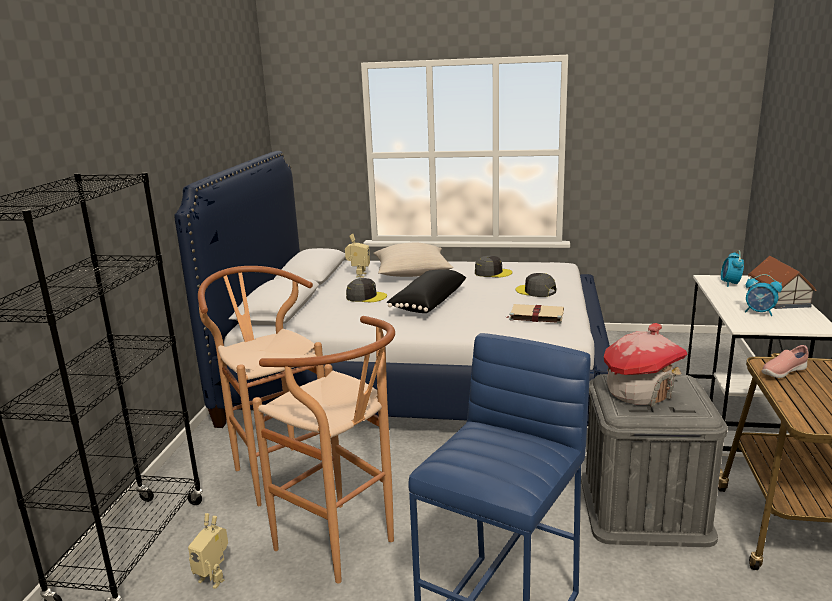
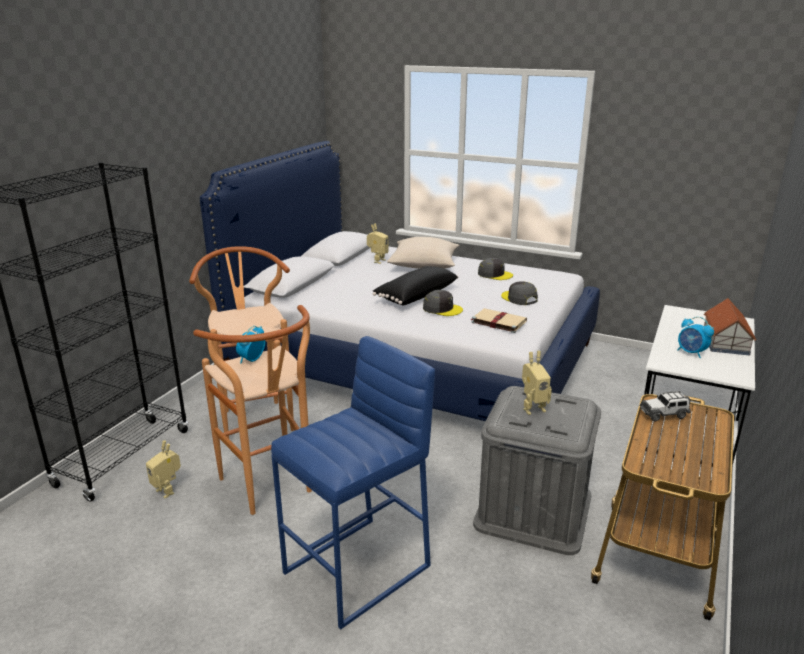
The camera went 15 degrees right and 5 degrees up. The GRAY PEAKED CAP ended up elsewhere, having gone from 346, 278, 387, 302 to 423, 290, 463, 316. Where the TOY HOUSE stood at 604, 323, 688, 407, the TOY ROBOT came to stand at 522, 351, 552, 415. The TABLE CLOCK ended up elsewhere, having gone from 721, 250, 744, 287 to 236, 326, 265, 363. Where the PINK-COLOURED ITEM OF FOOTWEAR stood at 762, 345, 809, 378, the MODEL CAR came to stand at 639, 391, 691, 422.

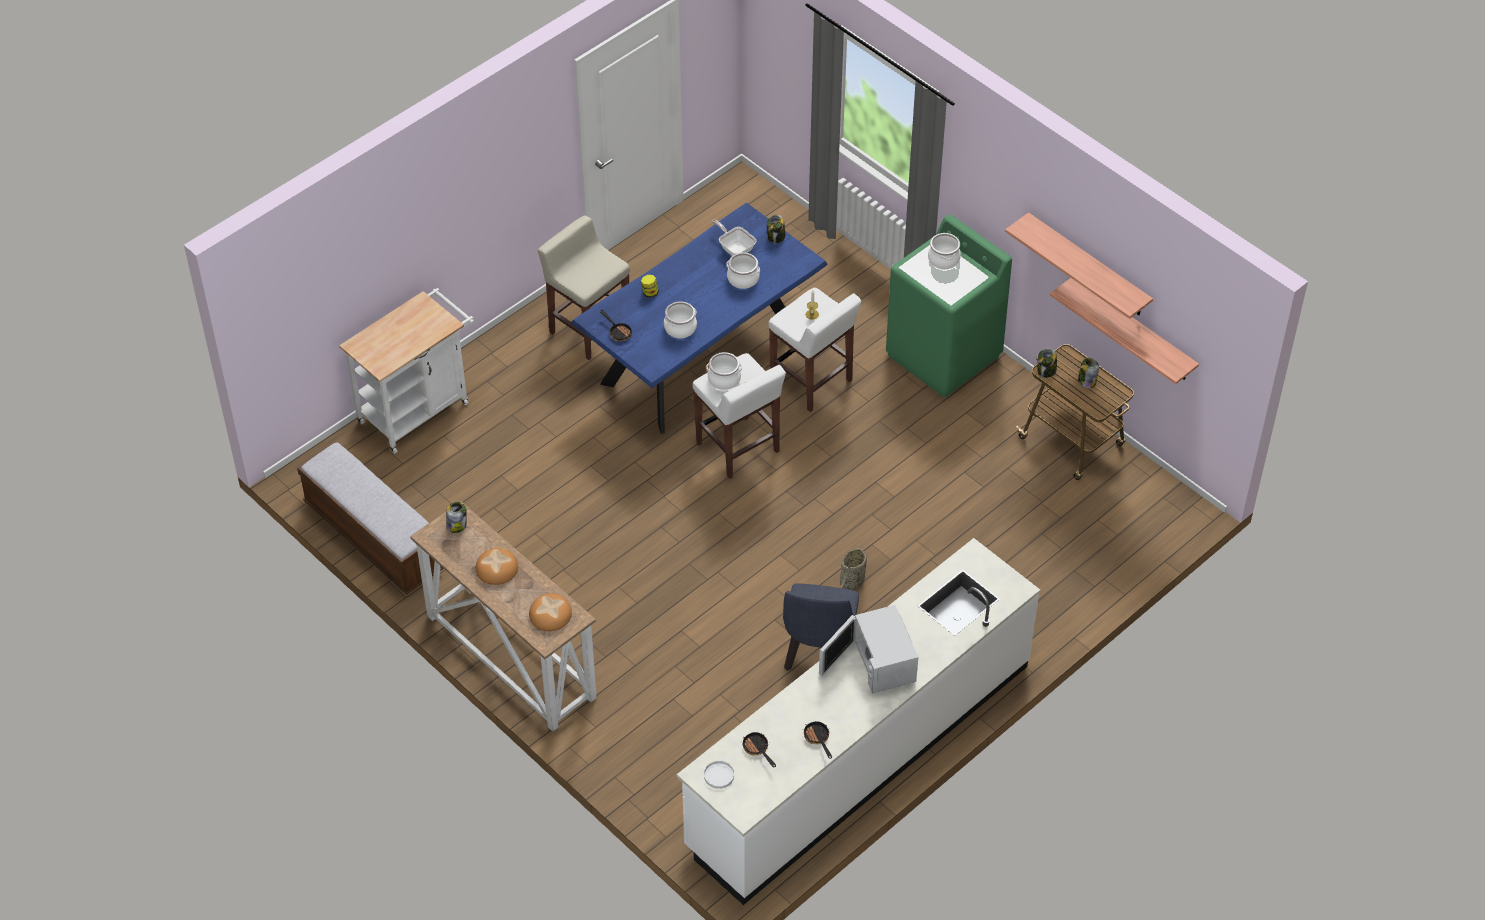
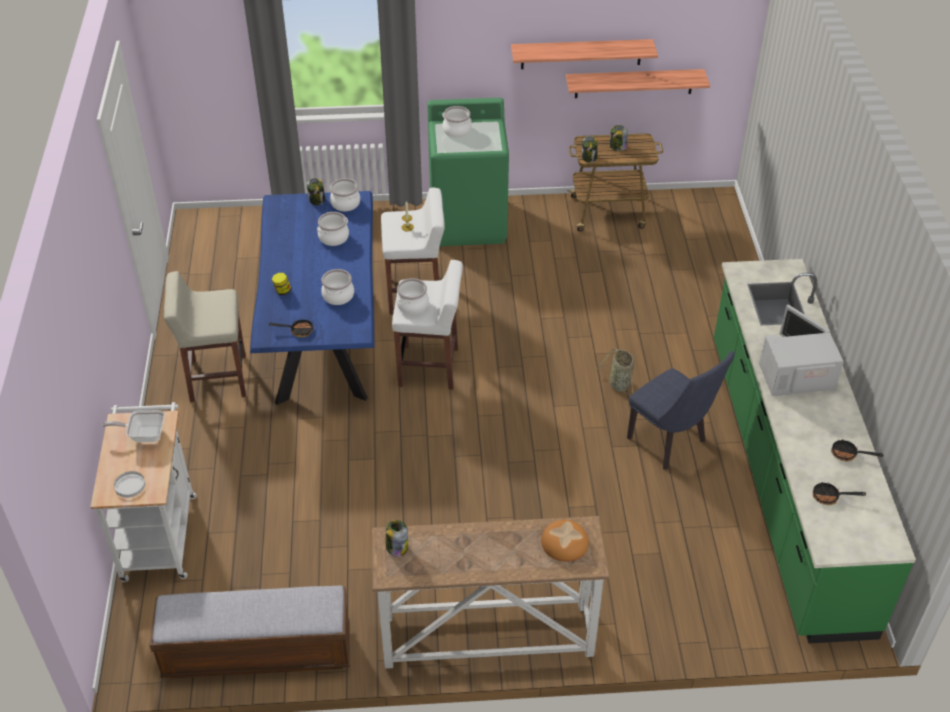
The camera went 50 degrees left and 5 degrees down. The second view lost the BAKED BREAD at 476, 548, 518, 585. What was the WHITISH COUNTER at 677, 538, 1040, 905 turned into the GREEN-COLOURED COUNTER at 714, 259, 916, 644. The WHITISH DINNER PLATE ended up elsewhere, having gone from 704, 761, 734, 789 to 114, 471, 145, 498. The FRYING PAN ended up elsewhere, having gone from 712, 220, 756, 256 to 102, 410, 165, 442. The WHITISH MICROWAVE OVEN at 819, 605, 918, 693 ended up facing another way, 150 degrees clockwise from before. The second view gained the STOCKPOT at 330, 178, 360, 211.

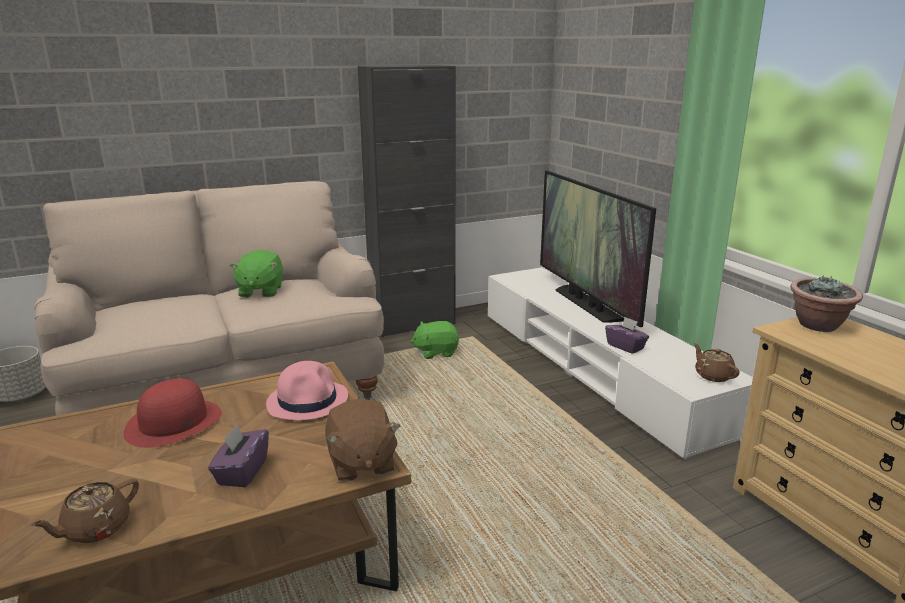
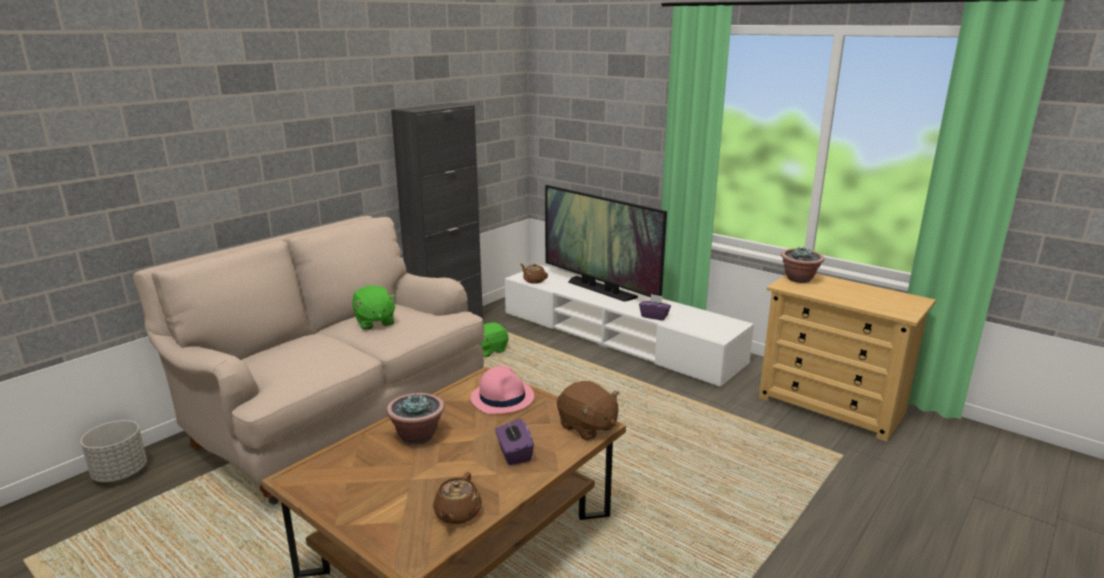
The camera went 25 degrees left and 0 degrees up. Where the REDDISH WEARABLE HAT stood at 123, 378, 222, 448, the HOUSEPLANT came to stand at 386, 393, 444, 444. The BROWN-COLOURED TEAPOT ended up elsewhere, having gone from 694, 343, 740, 382 to 521, 264, 548, 284.

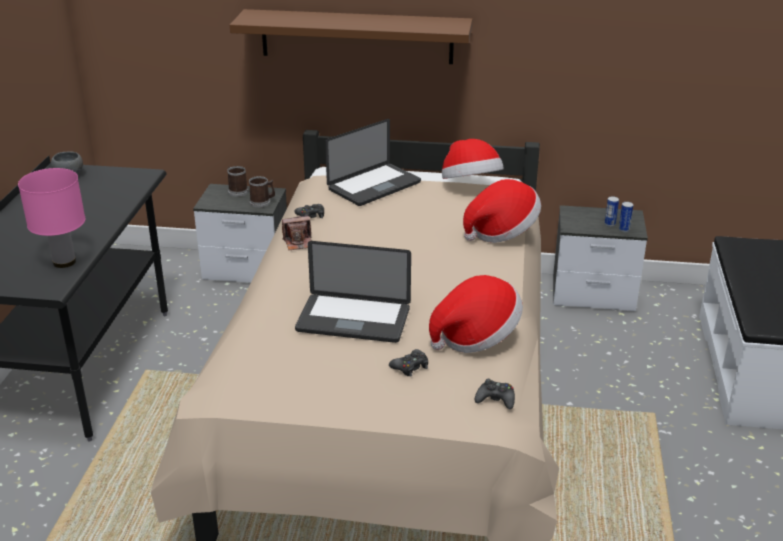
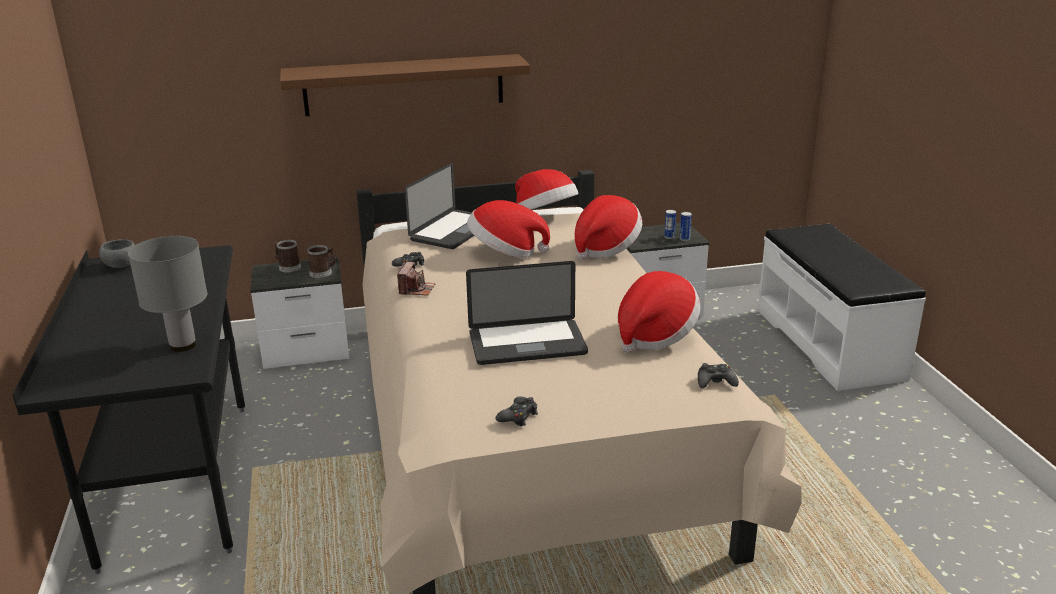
The camera went 20 degrees left and 5 degrees down. What was the PINK-COLOURED TABLE LAMP at 18, 168, 85, 268 turned into the GRAY TABLE LAMP at 128, 236, 207, 352. The STILL CAMERA at 282, 215, 312, 250 ended up facing another way, 45 degrees counterclockwise from before. The BLACK-COLOURED JOYPAD ended up elsewhere, having gone from 389, 349, 428, 377 to 495, 396, 538, 426. The second view gained the WEARABLE HAT at 467, 200, 550, 258.

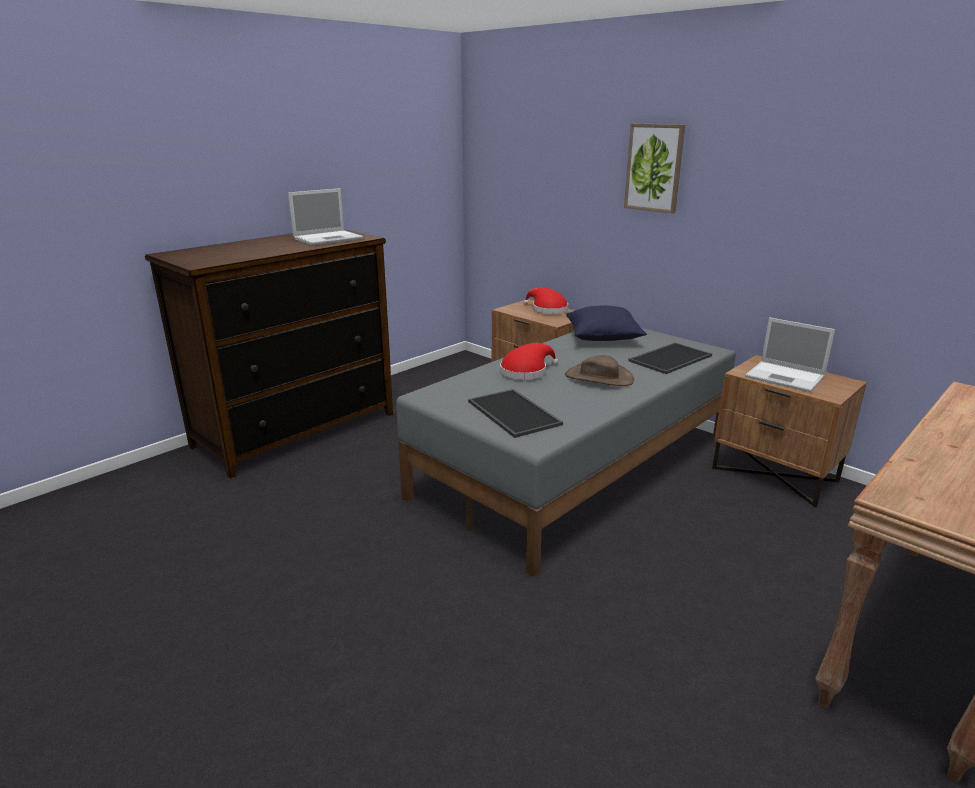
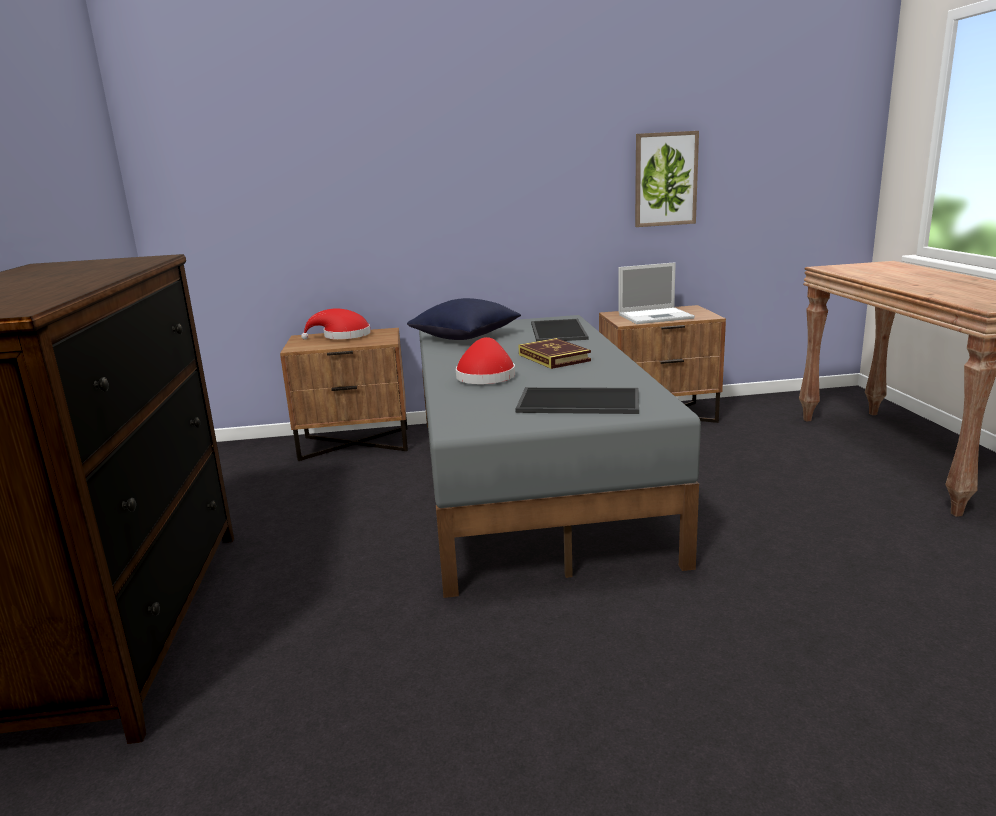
The camera went 50 degrees left and 5 degrees down. The second view lost the NOTEBOOK COMPUTER at 288, 188, 364, 245. Where the BROWN-COLOURED WEARABLE HAT stood at 565, 355, 634, 386, the VOLUME came to stand at 519, 338, 591, 369. The WALL PICTURE ended up elsewhere, having gone from 624, 123, 685, 214 to 635, 131, 699, 227.

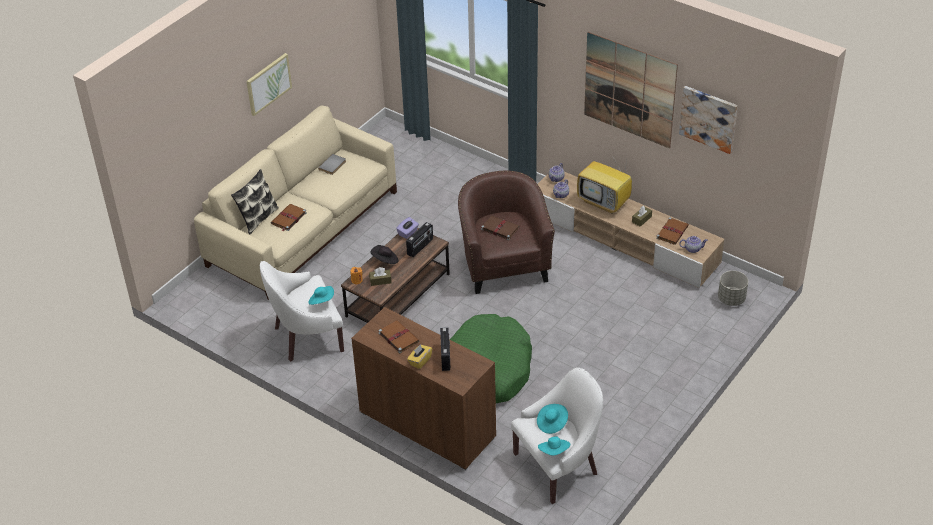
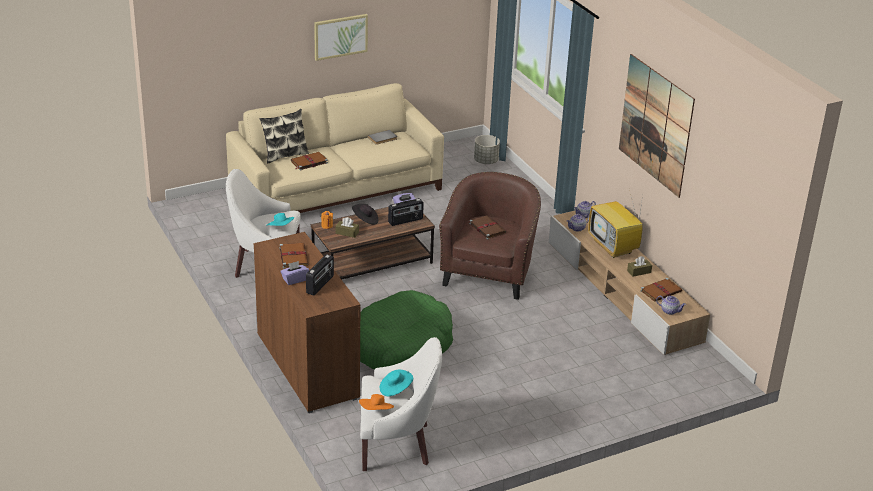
The camera went 25 degrees right and 10 degrees down. What was the YELLOW TISSUE BOX at 407, 344, 432, 369 turned into the PURPLE TISSUE BOX at 280, 261, 309, 285. What was the BLUE-GREEN WEARABLE HAT at 538, 436, 570, 456 turned into the ORANGEY WEARABLE HAT at 359, 394, 394, 410. The second view lost the WALL PICTURE at 679, 86, 738, 154. The GRAY PLANT POT ended up elsewhere, having gone from 718, 271, 748, 306 to 474, 135, 500, 164.

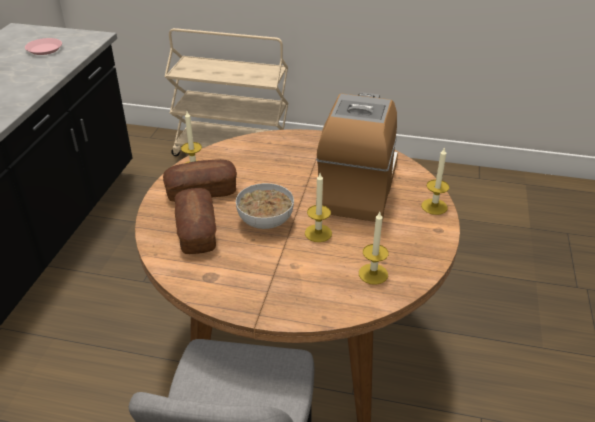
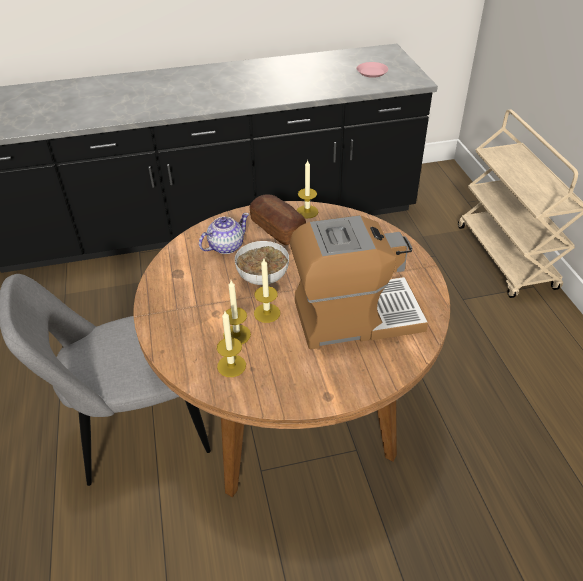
The camera went 65 degrees right and 5 degrees up. Where the BAKED BREAD stood at 175, 188, 217, 254, the TEAPOT came to stand at 199, 213, 249, 254. The WAX LIGHT ended up elsewhere, having gone from 421, 147, 449, 215 to 223, 280, 251, 344.

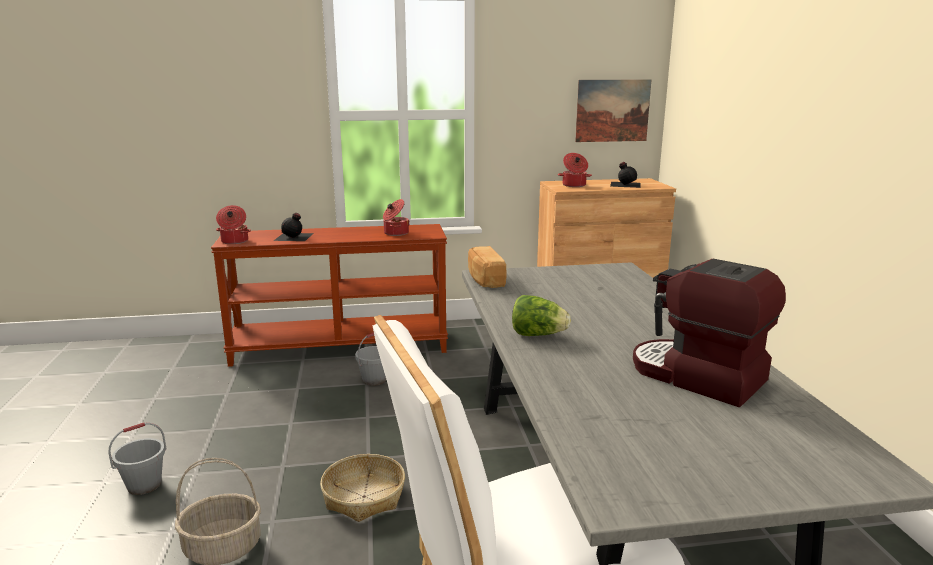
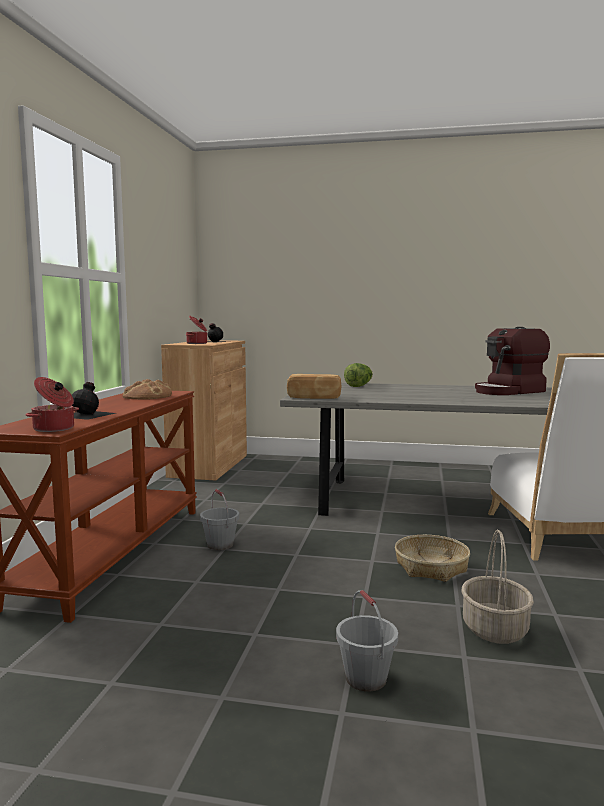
The camera went 70 degrees left and 10 degrees down. Where the STOCKPOT stood at 383, 199, 410, 236, the BAKED BREAD came to stand at 123, 379, 172, 399. The LETTUCE ended up elsewhere, having gone from 512, 295, 571, 336 to 344, 363, 373, 387. The second view lost the WALL PICTURE at 575, 80, 651, 142.

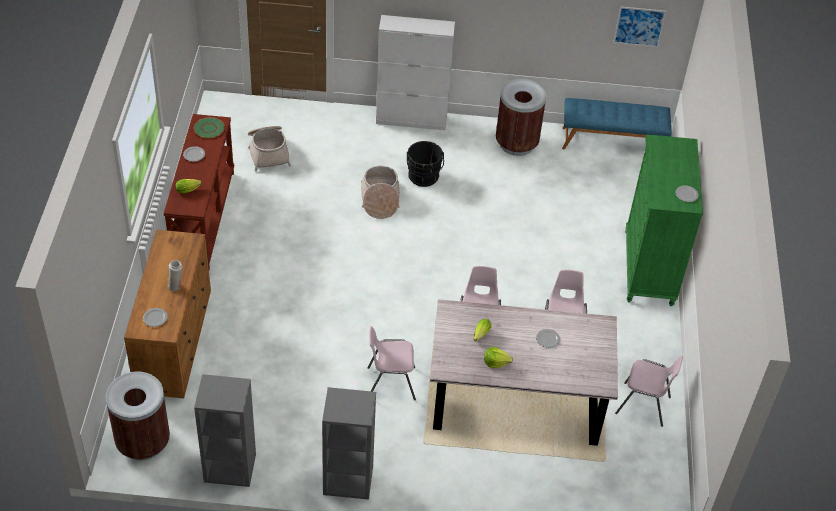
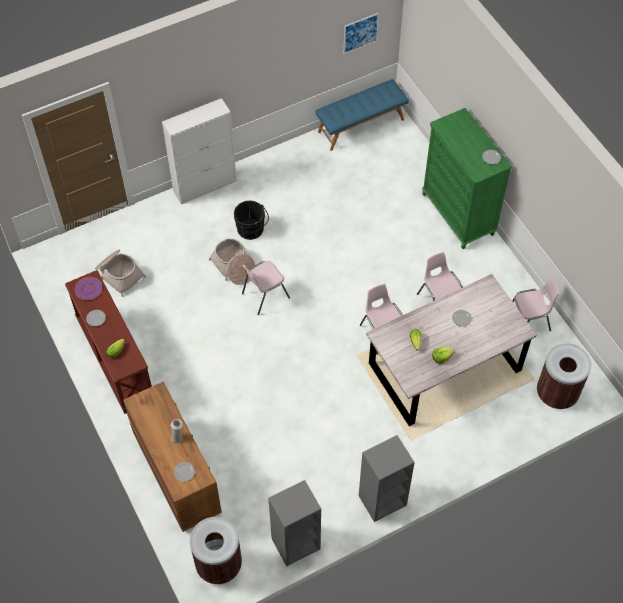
The camera went 30 degrees left and 10 degrees up. What was the GREEN-COLOURED DINNER PLATE at 194, 117, 225, 138 turned into the PURPLE DINNER PLATE at 75, 277, 103, 300. The PINK-COLOURED CHAIR ended up elsewhere, having gone from 367, 326, 416, 400 to 242, 261, 290, 315. The BROWN-COLOURED WASTE BIN ended up elsewhere, having gone from 496, 79, 547, 156 to 537, 343, 591, 409.

